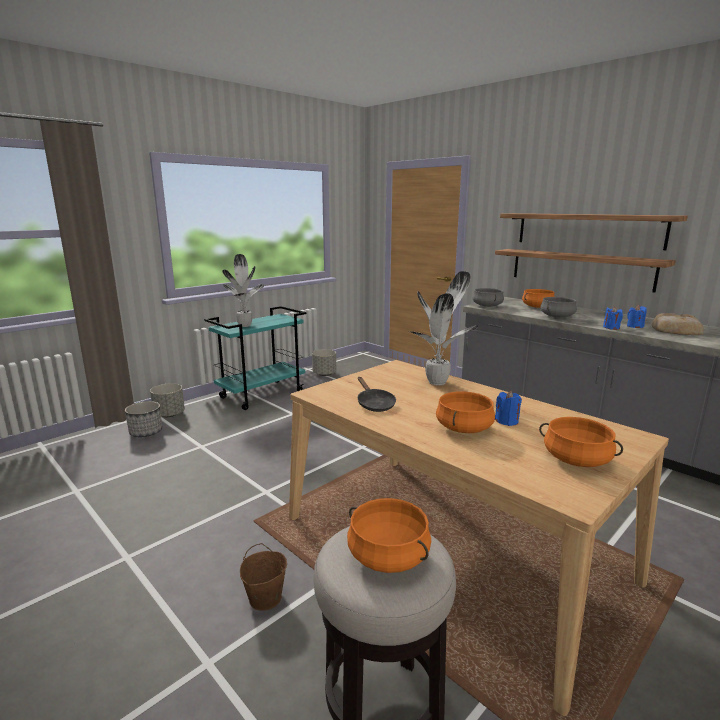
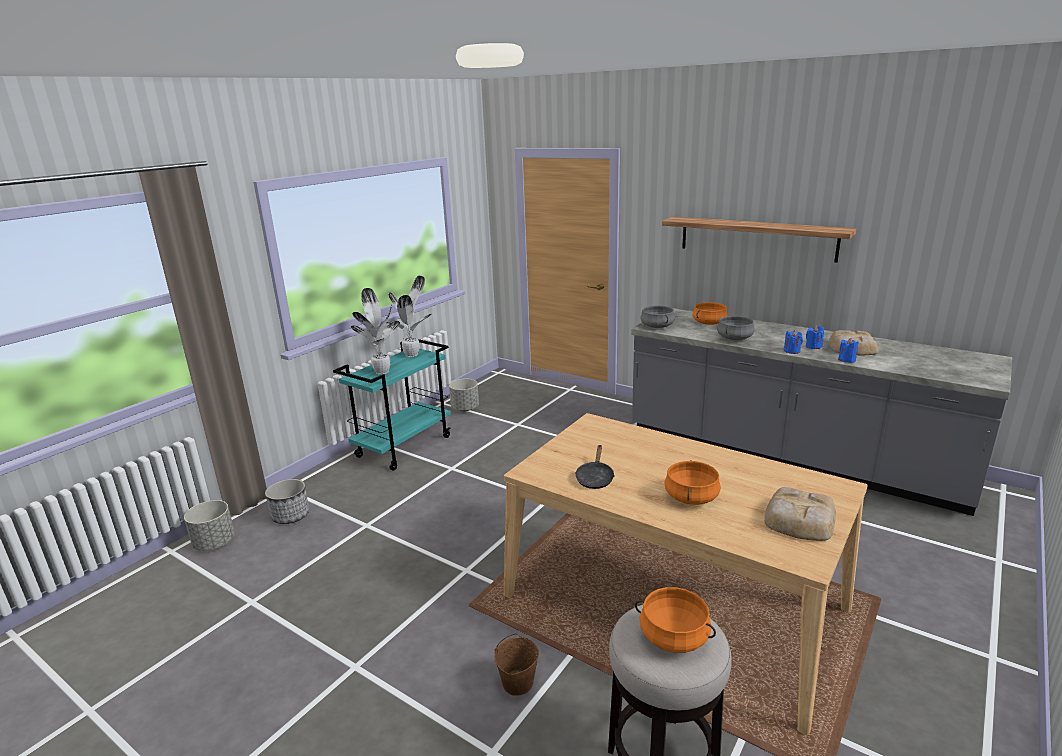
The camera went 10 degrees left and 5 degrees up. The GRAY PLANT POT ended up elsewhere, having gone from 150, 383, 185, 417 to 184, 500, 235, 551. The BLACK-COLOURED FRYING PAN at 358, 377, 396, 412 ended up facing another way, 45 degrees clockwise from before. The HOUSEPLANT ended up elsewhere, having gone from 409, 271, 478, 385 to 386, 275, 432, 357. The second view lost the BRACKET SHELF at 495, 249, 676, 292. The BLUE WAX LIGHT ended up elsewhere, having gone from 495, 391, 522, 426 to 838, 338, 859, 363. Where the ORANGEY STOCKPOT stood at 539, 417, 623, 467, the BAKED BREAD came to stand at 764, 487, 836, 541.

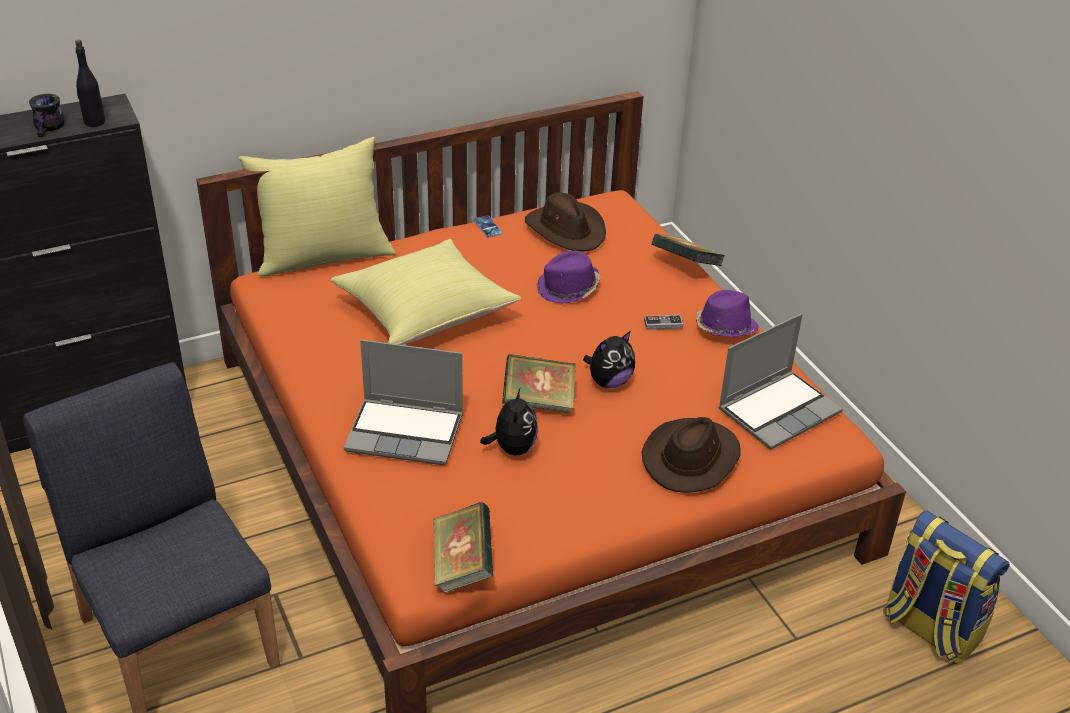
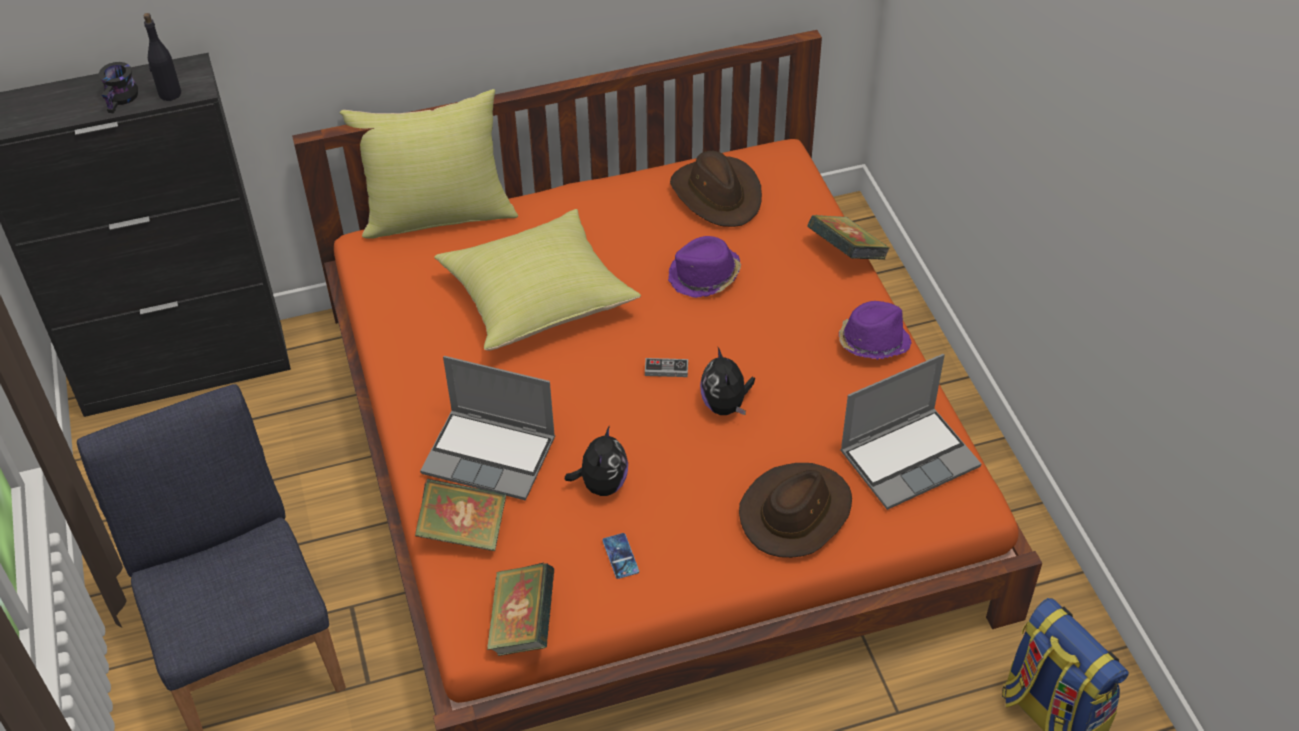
The camera went 10 degrees right and 10 degrees up. The TELEPHONE ended up elsewhere, having gone from 473, 215, 503, 238 to 602, 533, 639, 579. The VOLUME ended up elsewhere, having gone from 502, 354, 576, 413 to 415, 479, 506, 551. The SOFT TOY at 583, 331, 635, 388 ended up facing another way, 105 degrees clockwise from before. The JOYPAD ended up elsewhere, having gone from 644, 315, 683, 330 to 645, 358, 688, 377.

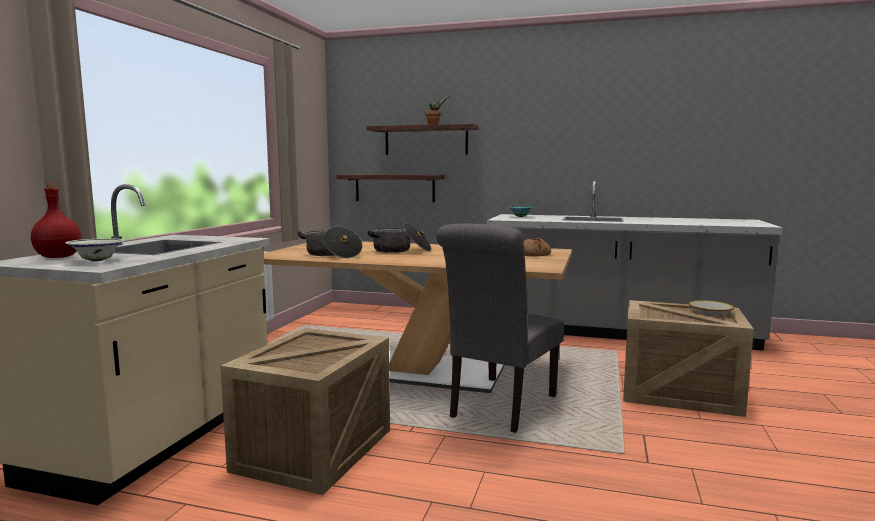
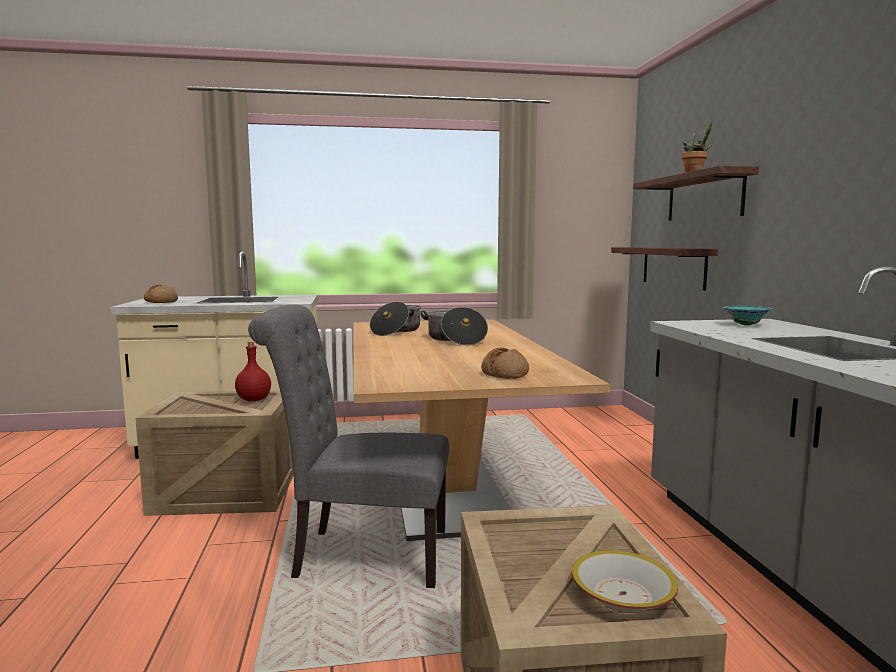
The camera went 65 degrees right and 0 degrees up. The REDDISH BEVERAGE BOTTLE ended up elsewhere, having gone from 31, 182, 82, 258 to 235, 341, 271, 401. Where the WHITISH BOWL stood at 65, 238, 125, 261, the BAKED BREAD came to stand at 144, 285, 178, 303.

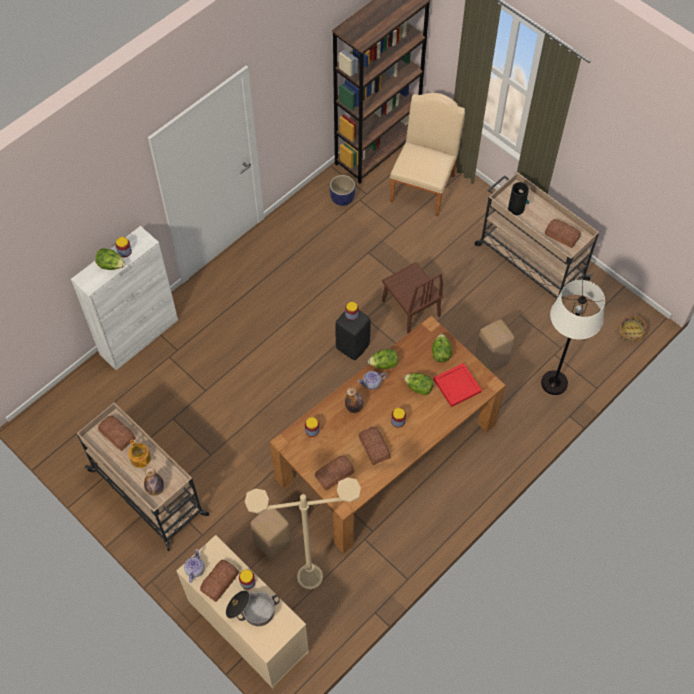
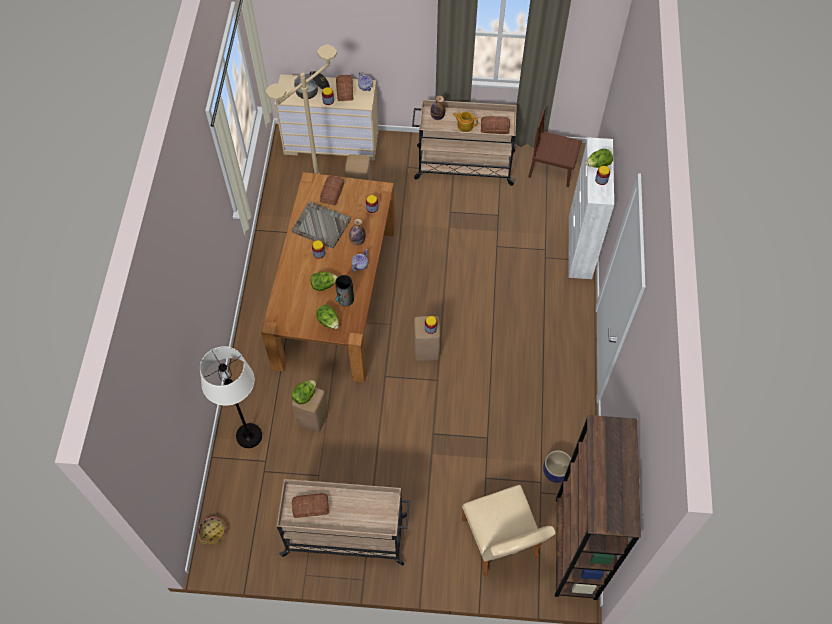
The camera went 140 degrees right and 0 degrees up. What was the BLACK-COLOURED STOOL at 336, 310, 371, 360 turned into the SAND-COLOURED STOOL at 414, 316, 441, 361. Where the BAKED BREAD stood at 358, 427, 391, 465, the GRAY TRAY came to stand at 291, 202, 351, 249. The LETTUCE ended up elsewhere, having gone from 368, 349, 398, 369 to 291, 380, 316, 404. The BROWN-COLOURED CHAIR ended up elsewhere, having gone from 382, 262, 443, 334 to 528, 108, 582, 187. The second view lost the REDDISH TRAY at 433, 363, 482, 407. The FLOWER VASE ended up elsewhere, having gone from 508, 182, 529, 215 to 335, 275, 354, 306.

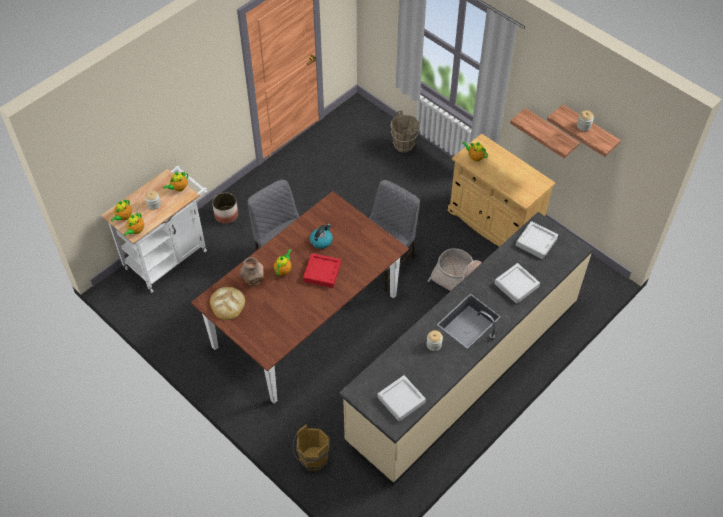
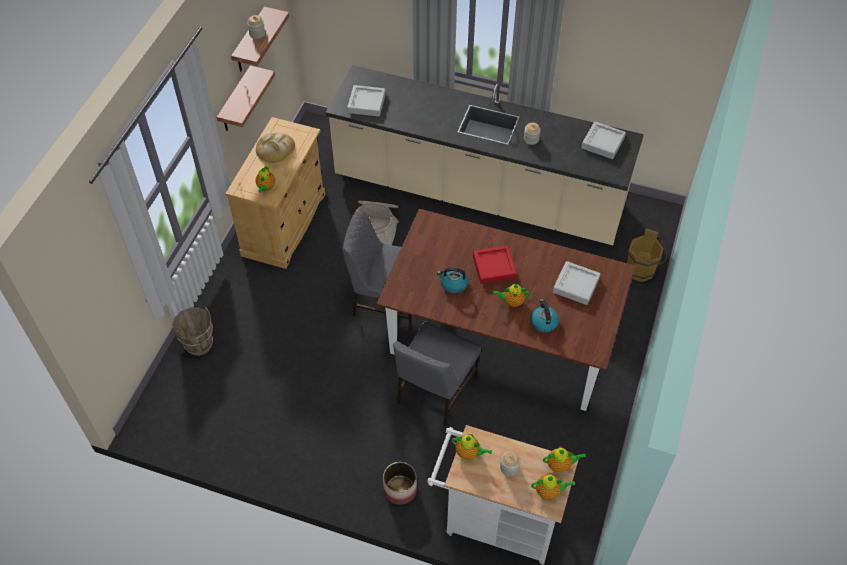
The camera went 115 degrees left and 0 degrees up. The BAKED BREAD ended up elsewhere, having gone from 210, 287, 245, 320 to 256, 133, 295, 163. Where the BROWN-COLOURED FLOWER VASE stood at 240, 257, 264, 287, the TEA KETTLE came to stand at 531, 299, 559, 332. The GRAY TRAY ended up elsewhere, having gone from 494, 263, 540, 304 to 553, 261, 600, 305.

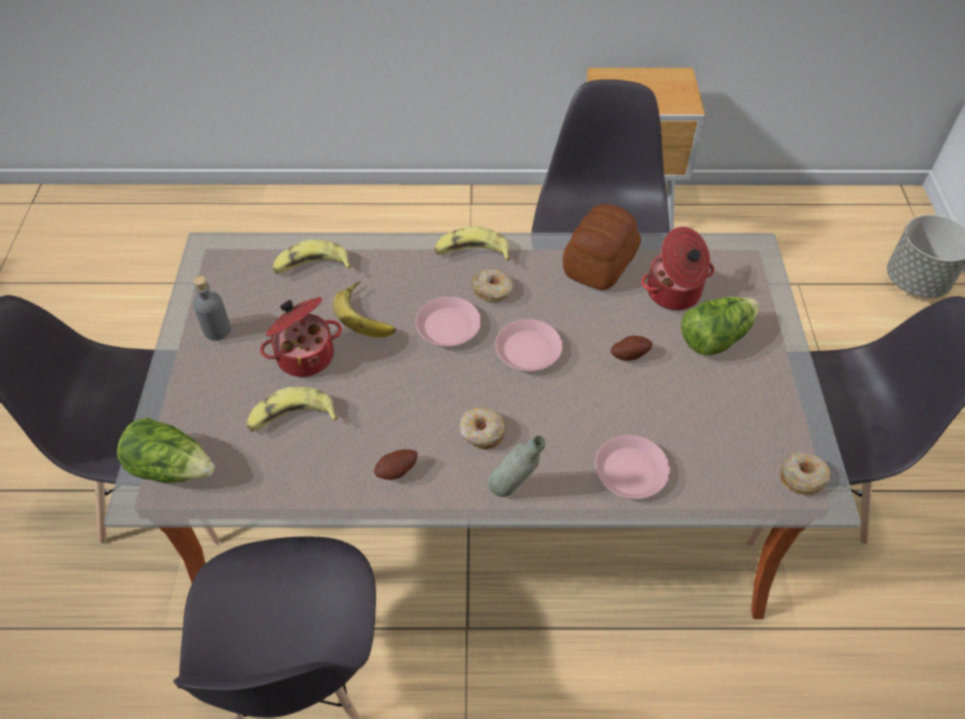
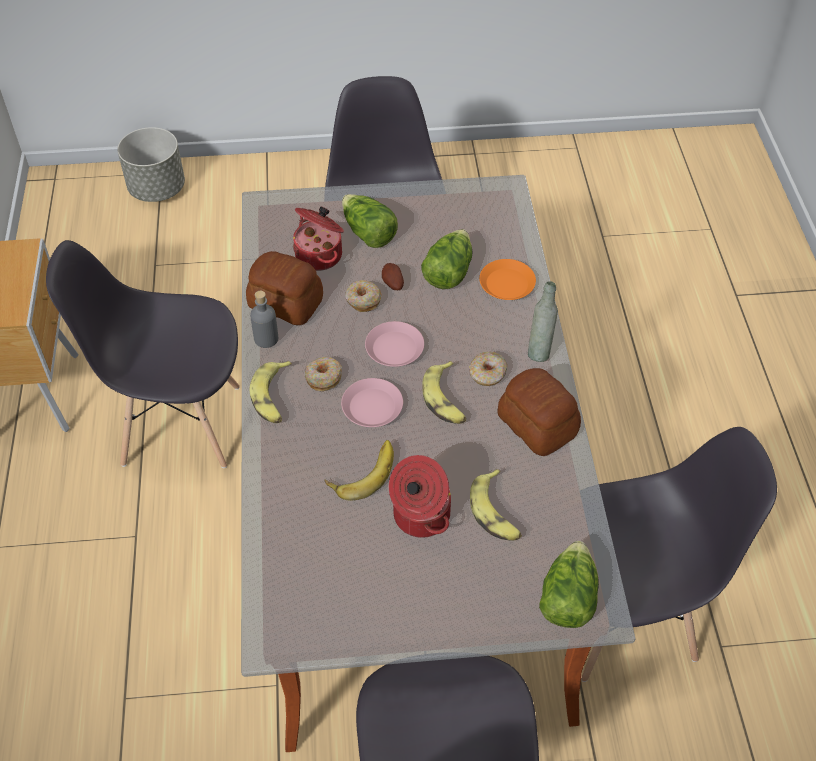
The camera went 95 degrees left and 0 degrees up. The GRAY BEVERAGE BOTTLE ended up elsewhere, having gone from 193, 276, 231, 341 to 250, 291, 278, 348. The BANANA ended up elsewhere, having gone from 272, 239, 351, 274 to 422, 361, 466, 424. Where the SPUD stood at 374, 449, 418, 480, the BAKED BREAD came to stand at 497, 368, 581, 456. What was the PINK-COLOURED DINNER PLATE at 595, 435, 670, 499 turned into the ORANGEY DINNER PLATE at 479, 259, 536, 300. The DONUT ended up elsewhere, having gone from 780, 452, 831, 495 to 345, 280, 382, 312. The second view gained the LETTUCE at 421, 229, 472, 289.

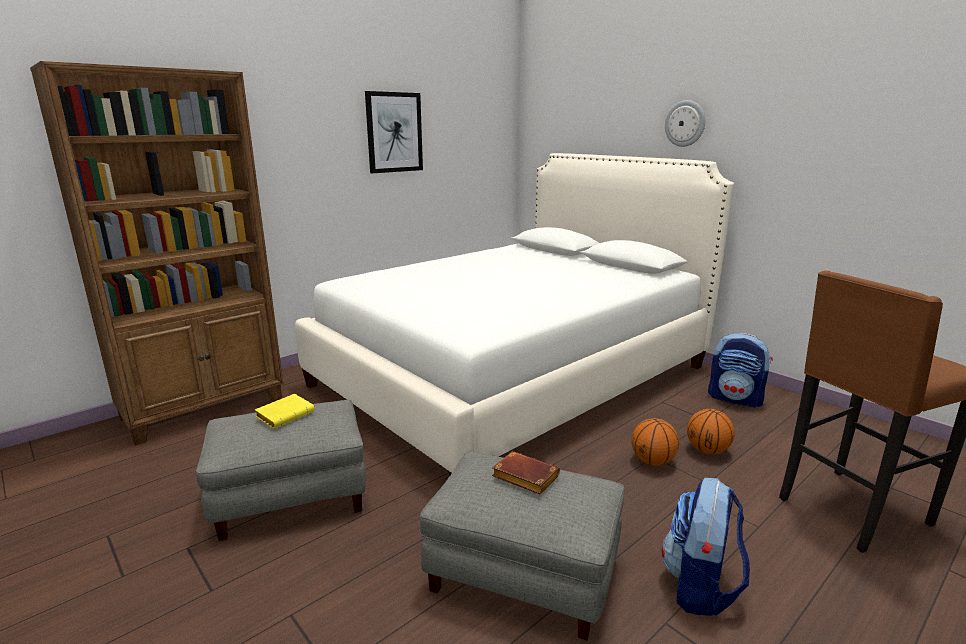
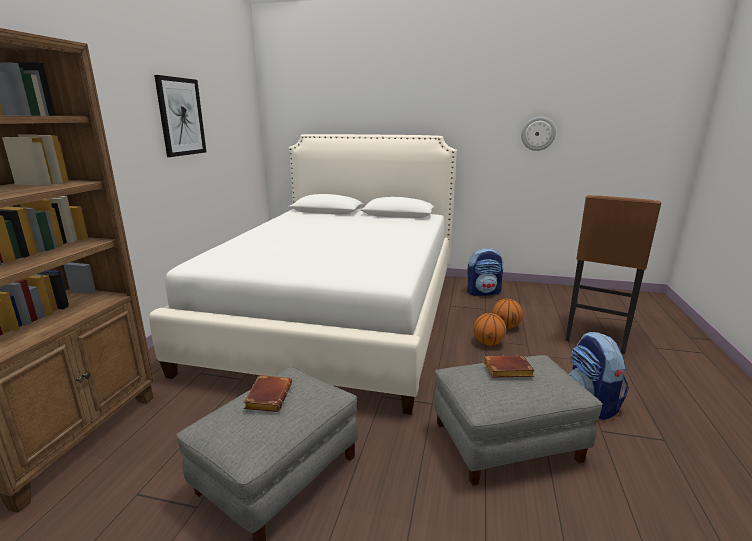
The camera went 35 degrees left and 0 degrees up. What was the YELLOW VOLUME at 255, 394, 315, 429 turned into the BROWN-COLOURED VOLUME at 244, 375, 292, 412. The WALL CLOCK ended up elsewhere, having gone from 665, 100, 705, 147 to 521, 117, 556, 151.

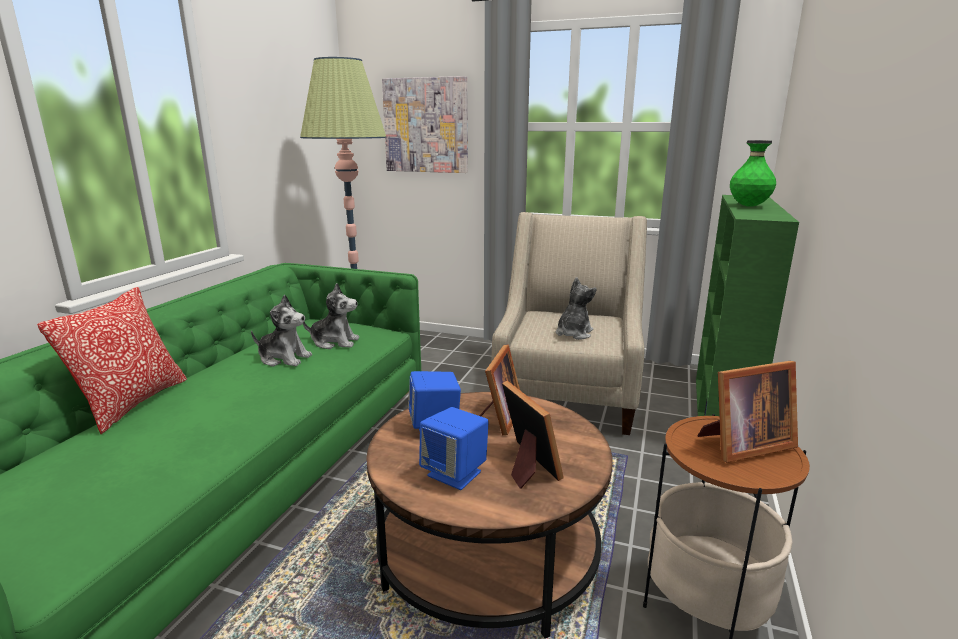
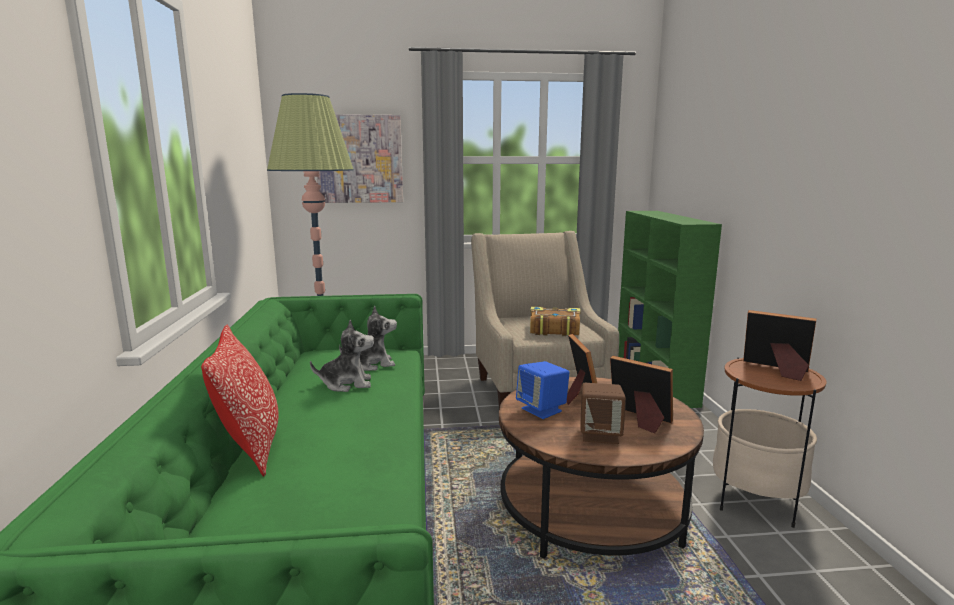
The camera went 25 degrees left and 5 degrees down. What was the BLUE SPEAKER at 419, 407, 489, 490 turned into the BROWN-COLOURED SPEAKER at 580, 383, 626, 444. Where the SOFT TOY stood at 556, 277, 597, 340, the VOLUME came to stand at 530, 306, 580, 336. The PHOTO FRAME at 697, 361, 798, 462 ended up facing another way, 105 degrees counterclockwise from before. The second view lost the GREEN-COLOURED FLOWER VASE at 730, 140, 776, 207.

